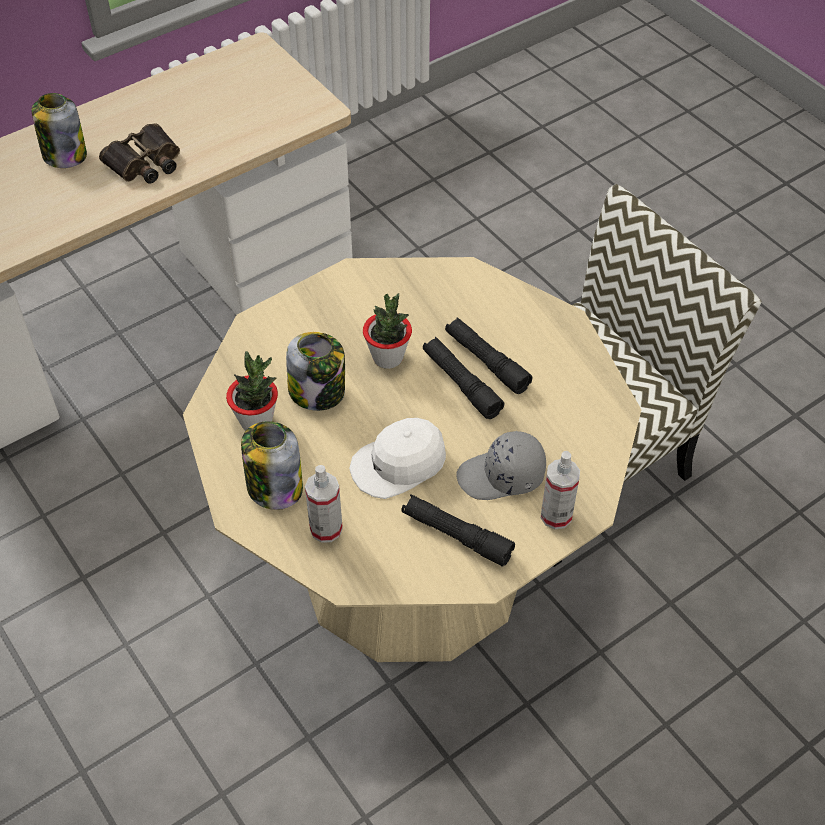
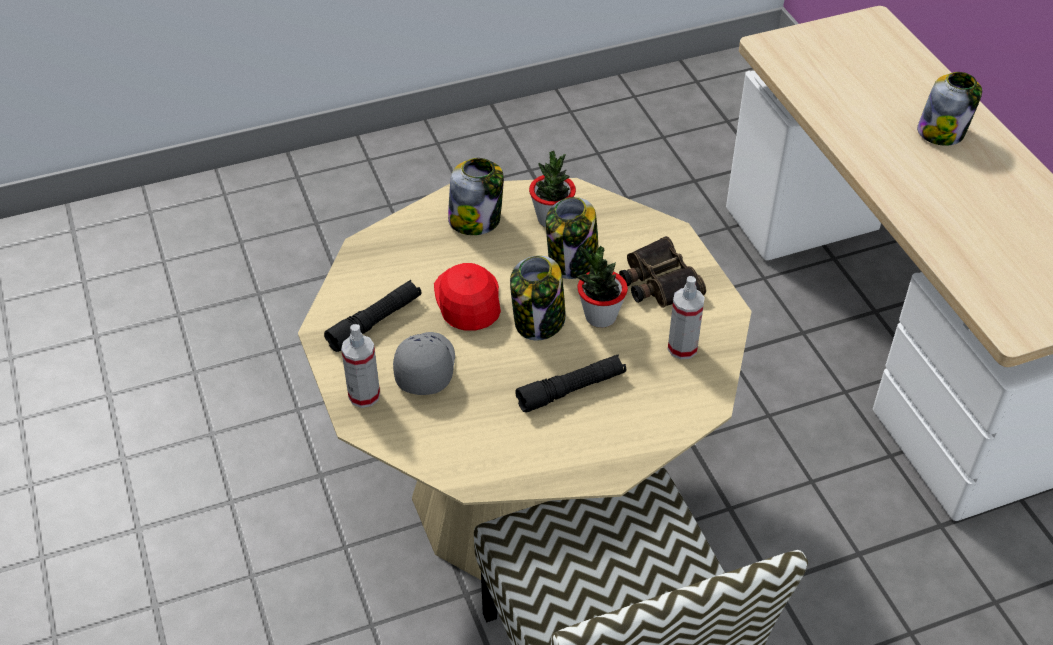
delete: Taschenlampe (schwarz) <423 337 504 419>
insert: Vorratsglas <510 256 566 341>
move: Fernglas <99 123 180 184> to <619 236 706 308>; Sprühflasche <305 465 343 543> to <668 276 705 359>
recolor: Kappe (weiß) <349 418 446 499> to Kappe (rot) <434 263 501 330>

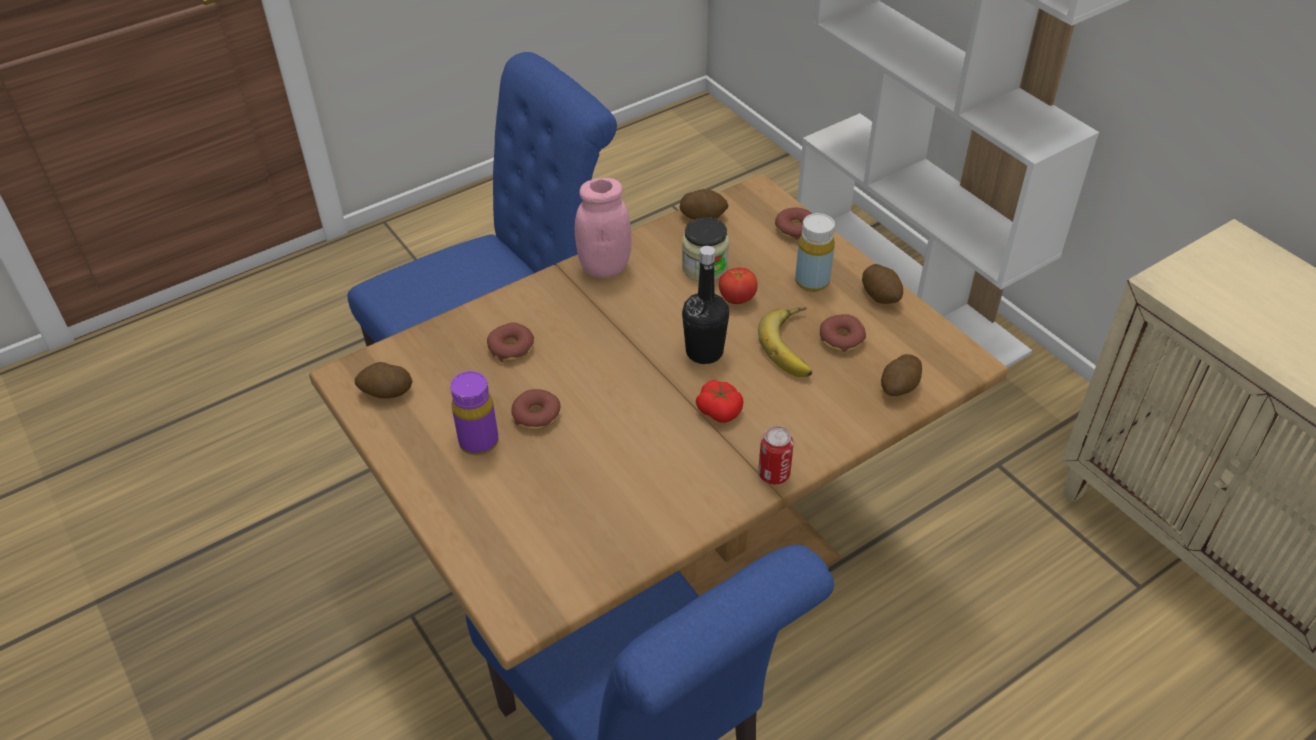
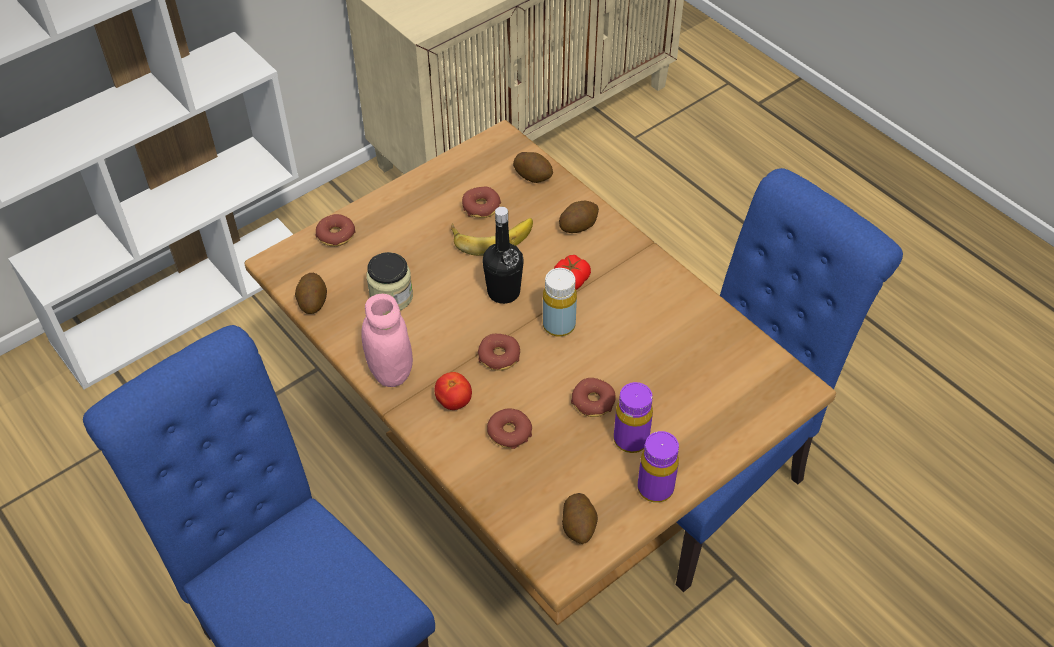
delete: Dose <758 426 793 484>
insert: Donut <477 334 520 371>; Flasche (lila) <638 431 679 503>
move: Tomate <719 268 758 304> to <434 372 472 410>; Flasche (gelb) <795 213 835 292> to <543 268 577 337>; Kartoffel <862 264 903 304> to <559 201 599 233>

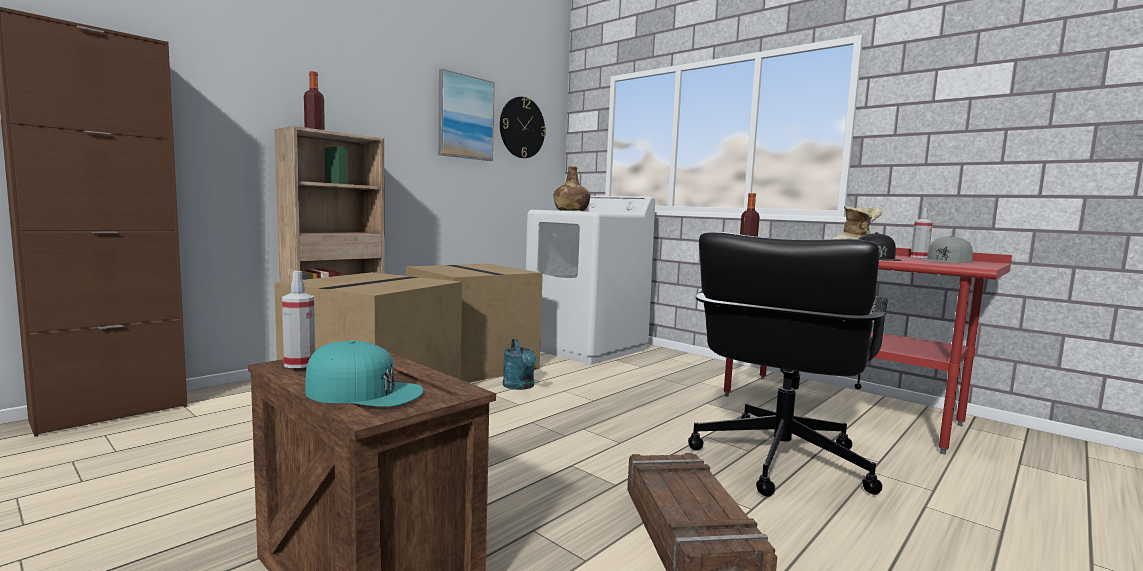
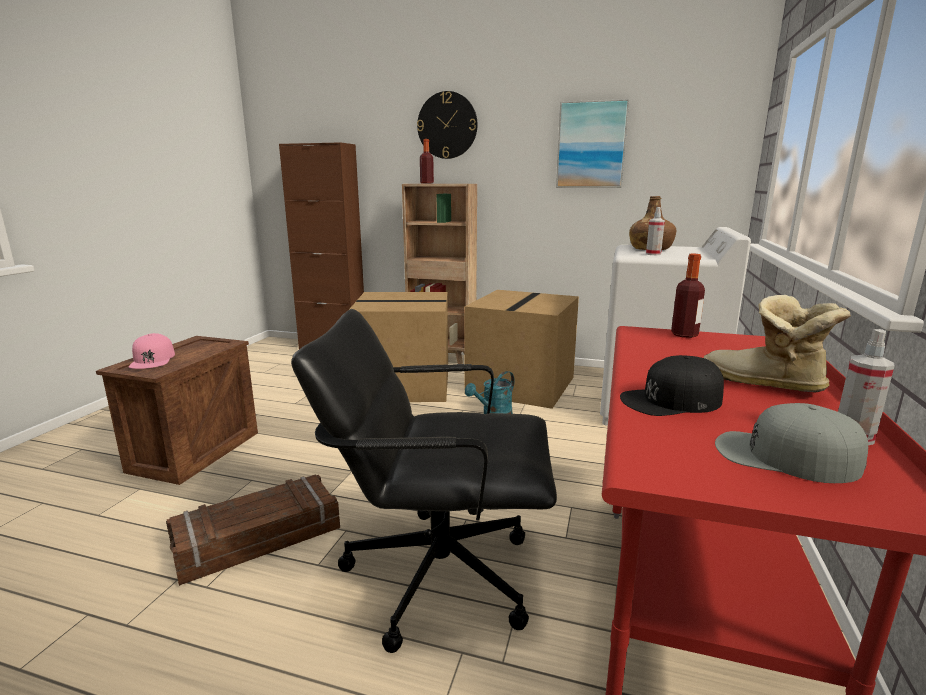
move: Wanduhr <500 97 546 158> to <417 91 478 159>; Sprühflasche <282 271 315 368> to <646 207 665 255>
recolor: Kappe (türkis) <305 340 423 407> to Kappe (rosa) <129 333 175 369>

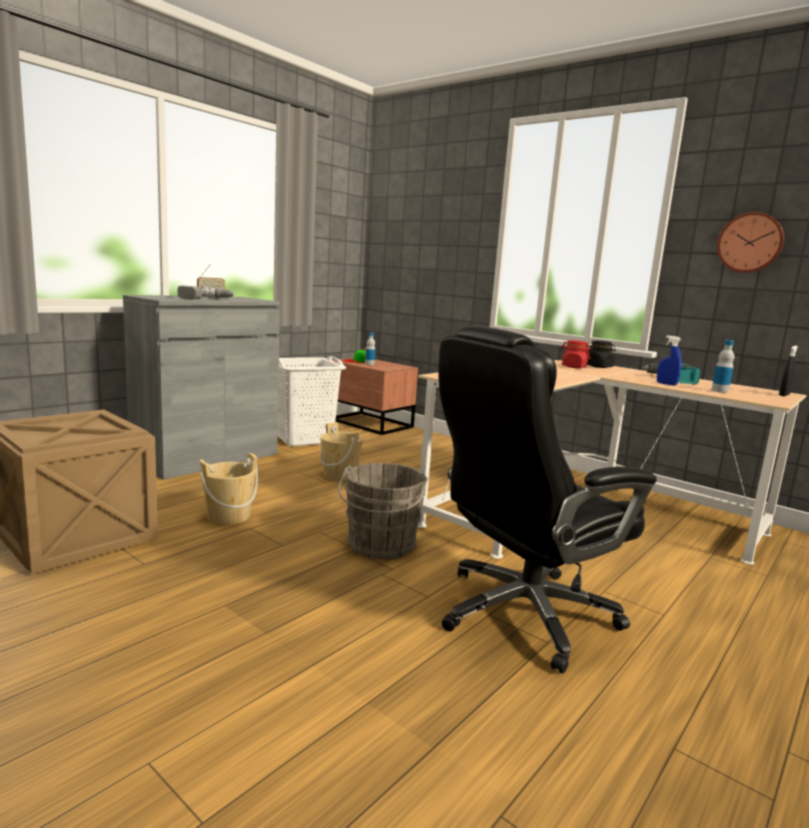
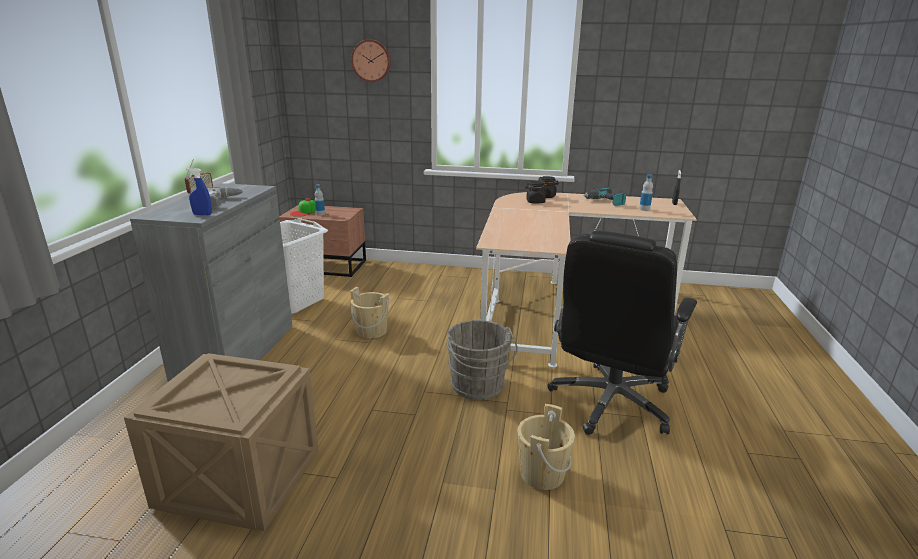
move: Sprühflasche (blau) <657 335 682 385> to <186 168 212 215>; Wanduhr <717 212 784 273> to <351 40 391 82>; Eimer (beige) <200 453 258 525> to <518 404 575 490>
recolor: Vorratsglas (rot) <562 340 591 368> to Vorratsglas (schwarz) <525 181 547 204>

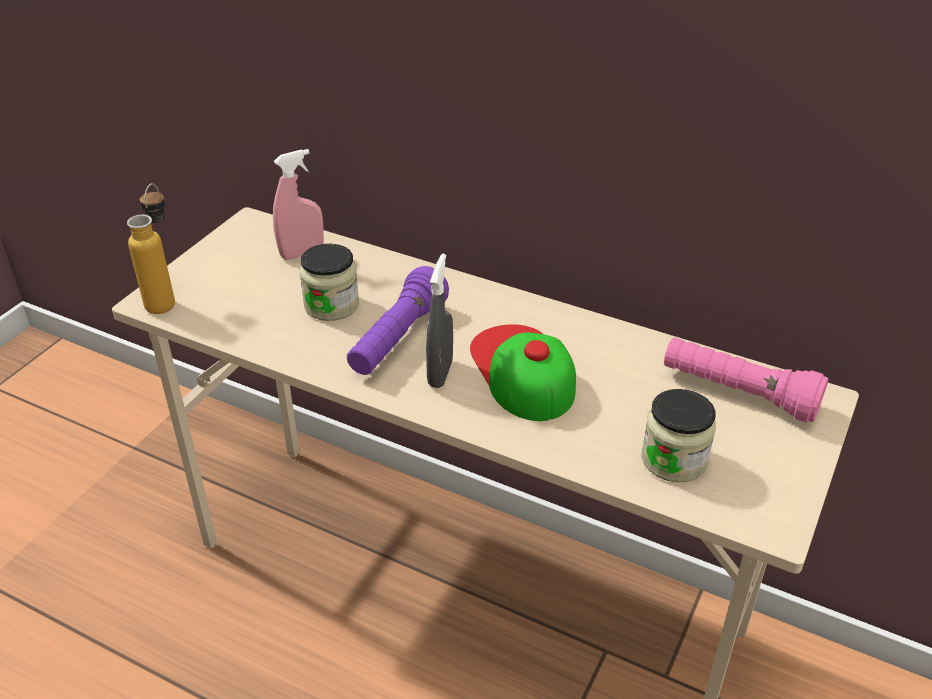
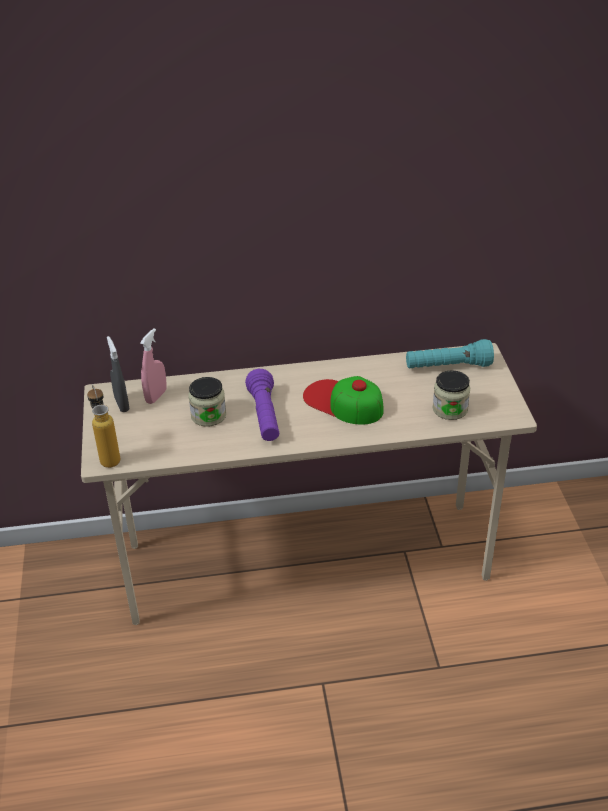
move: Sprühflasche (grau) <426 254 453 388> to <107 336 130 412>
recolor: Taschenlampe (rosa) <664 337 828 423> to Taschenlampe (türkis) <406 339 494 368>

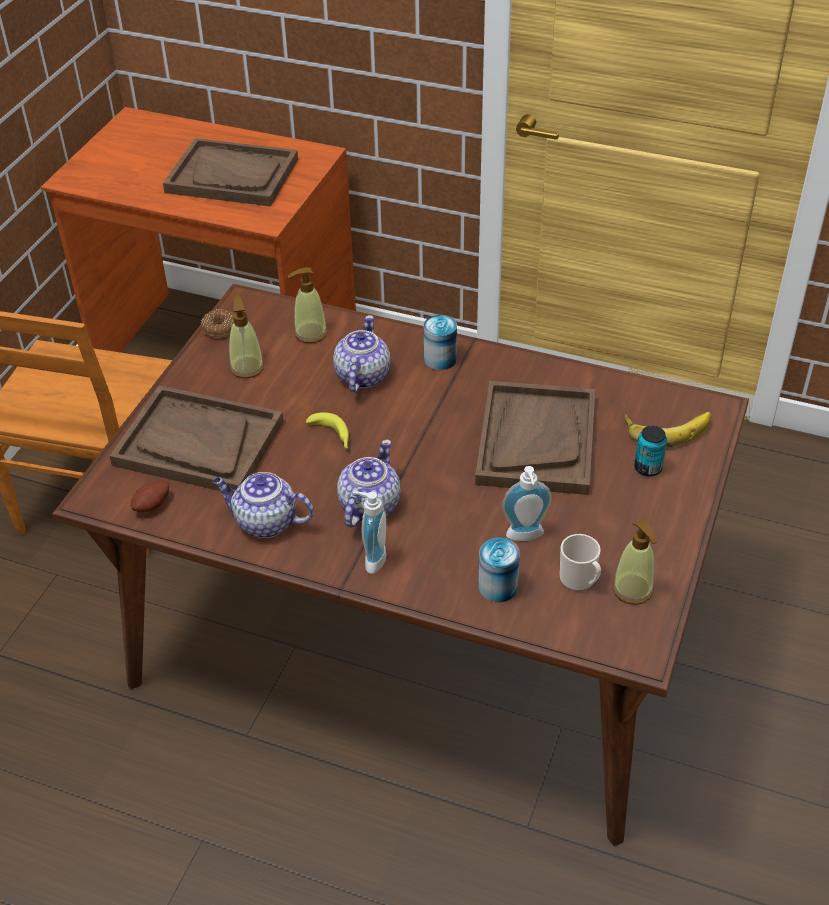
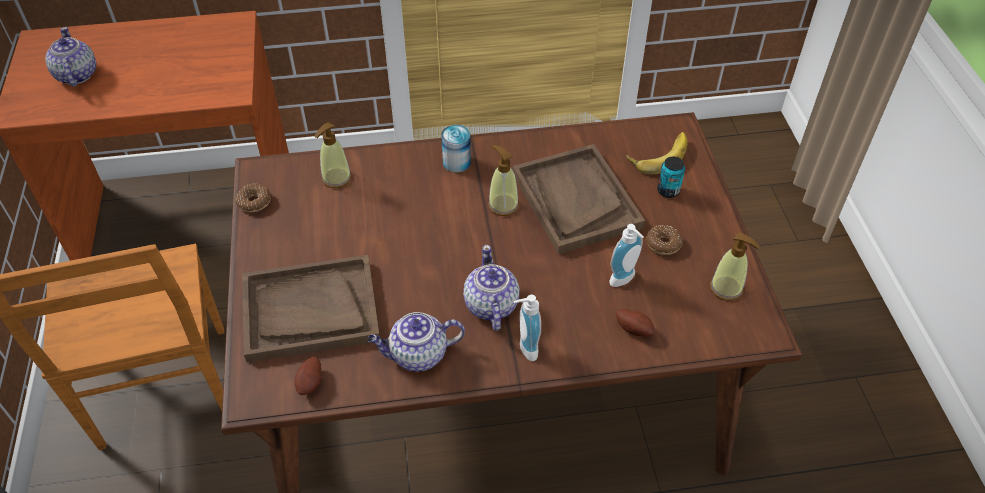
delete: Tablett (braun) <163 138 298 207>; Banane <306 412 349 449>; Henkelbecher <560 534 601 591>
insert: Donut <646 225 683 255>
move: Teekanne <333 315 391 393> to <45 27 96 87>; Seifenspender <229 295 264 378> to <488 145 519 216>
replace: Dose <478 538 520 603> to Kartoffel <616 309 654 336>

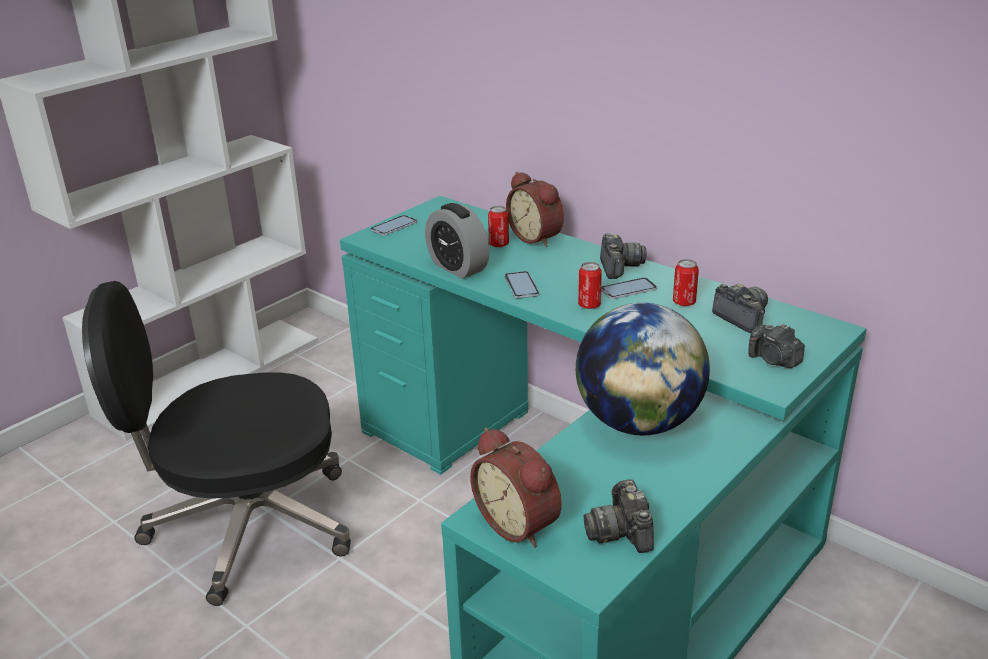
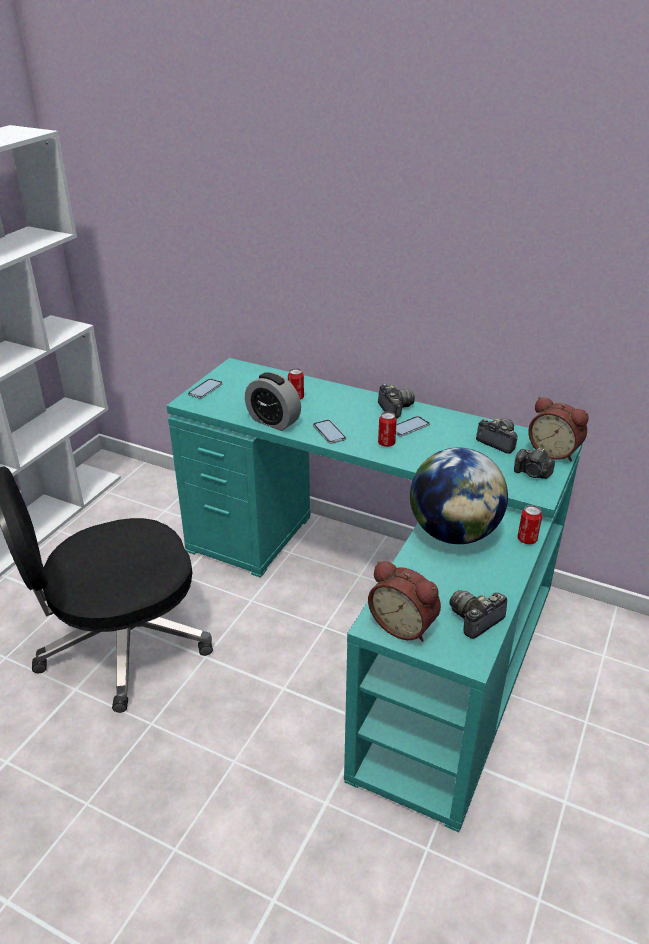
move: Dose <673 259 699 306> to <518 505 542 544>; Wecker <506 172 564 247> to <528 397 589 462>
rotate: Kamera <584 479 654 553> = <450 590 507 639> 75 degrees clockwise

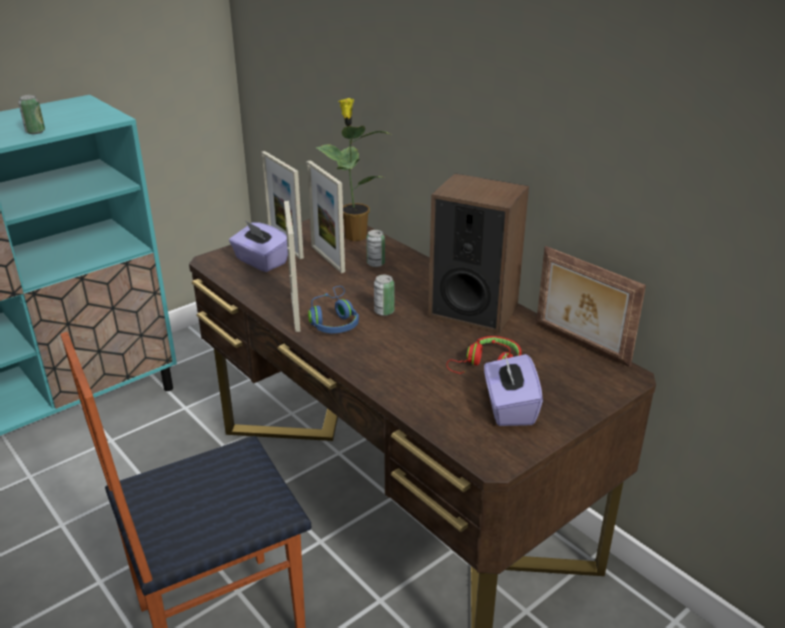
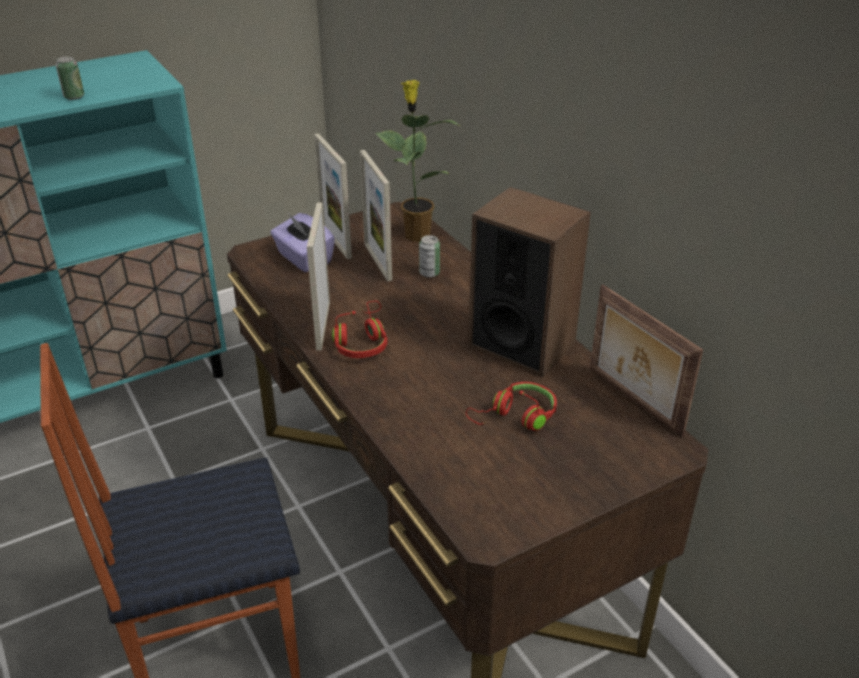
delete: Dose <374 275 394 316>; Taschentuchbox (lila) <484 353 543 426>
recolor: Kopfhörer (blau) <308 286 359 333> to Kopfhörer (rot) <333 301 387 358>

